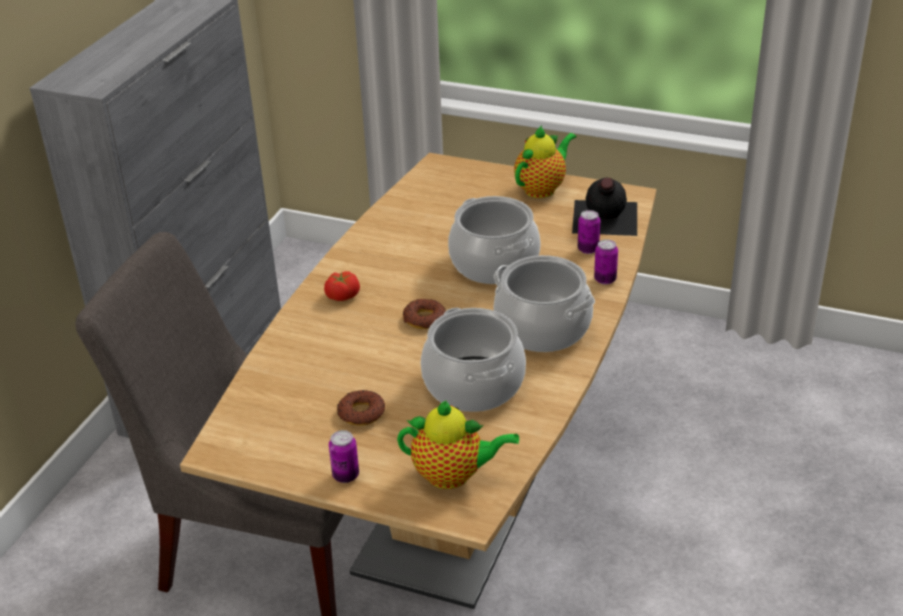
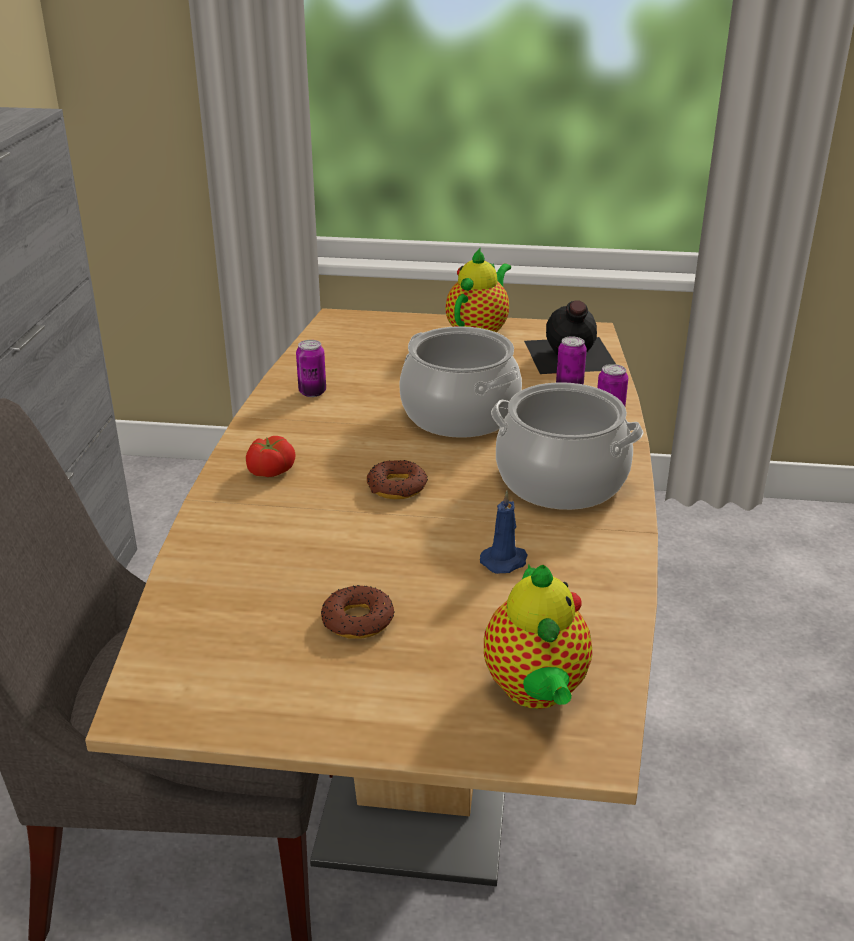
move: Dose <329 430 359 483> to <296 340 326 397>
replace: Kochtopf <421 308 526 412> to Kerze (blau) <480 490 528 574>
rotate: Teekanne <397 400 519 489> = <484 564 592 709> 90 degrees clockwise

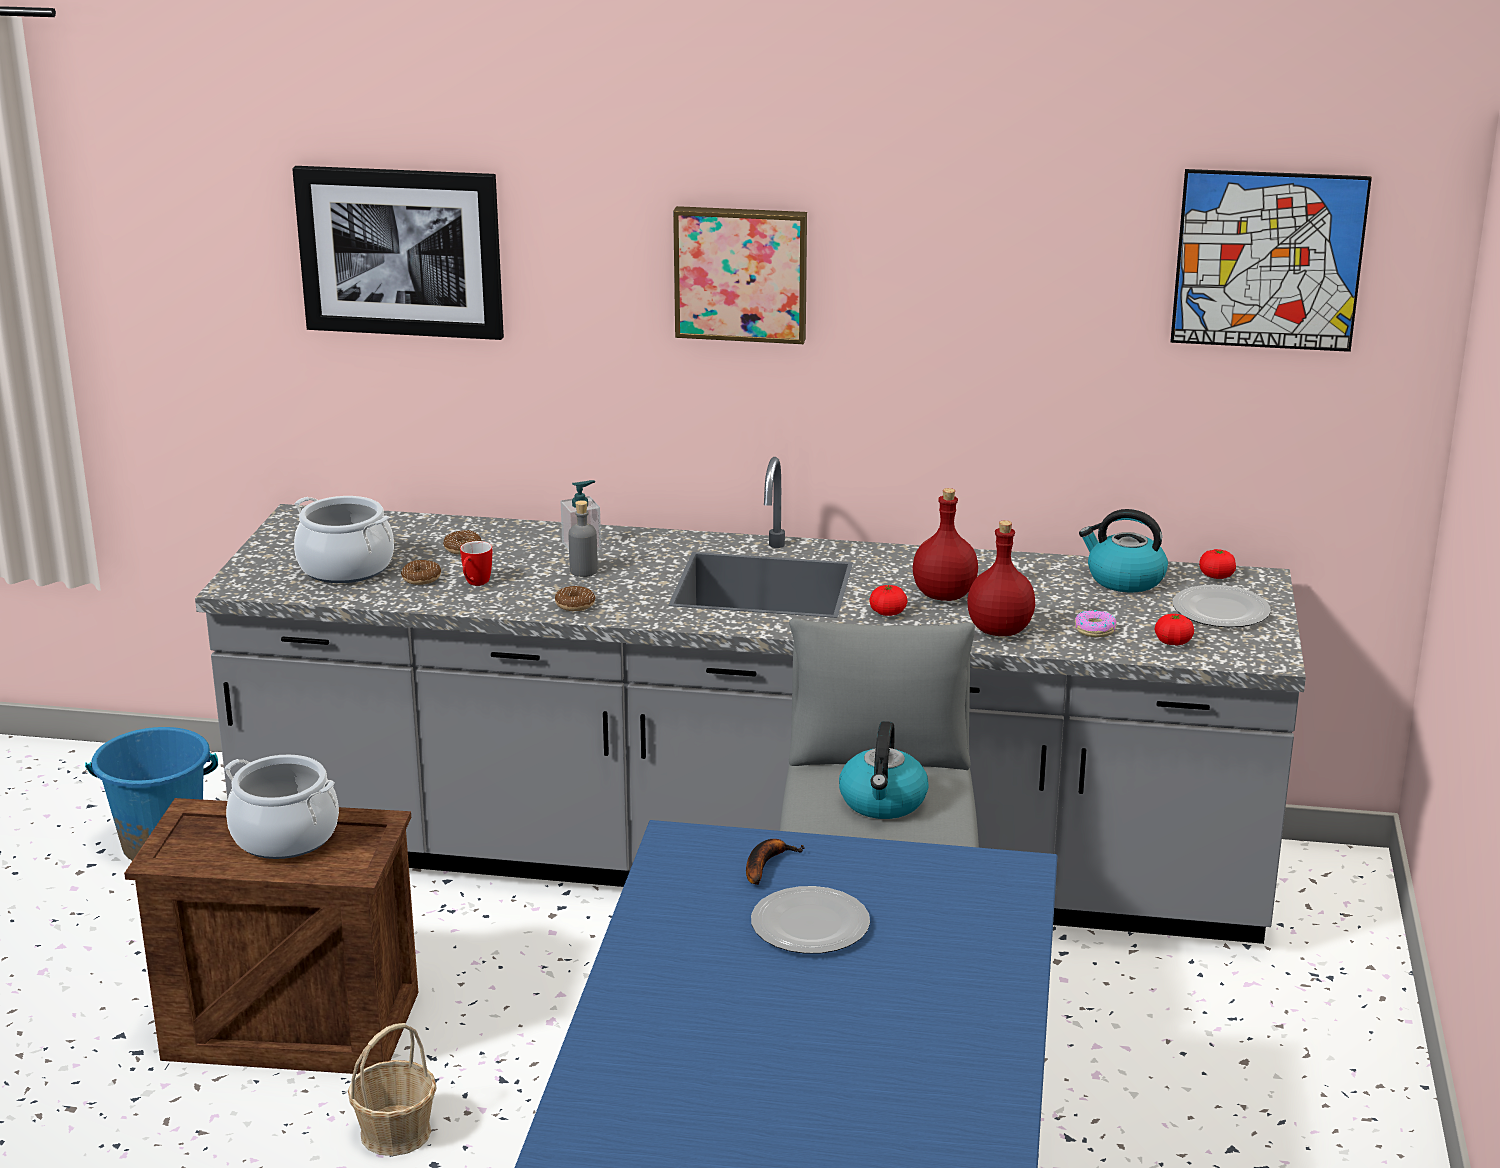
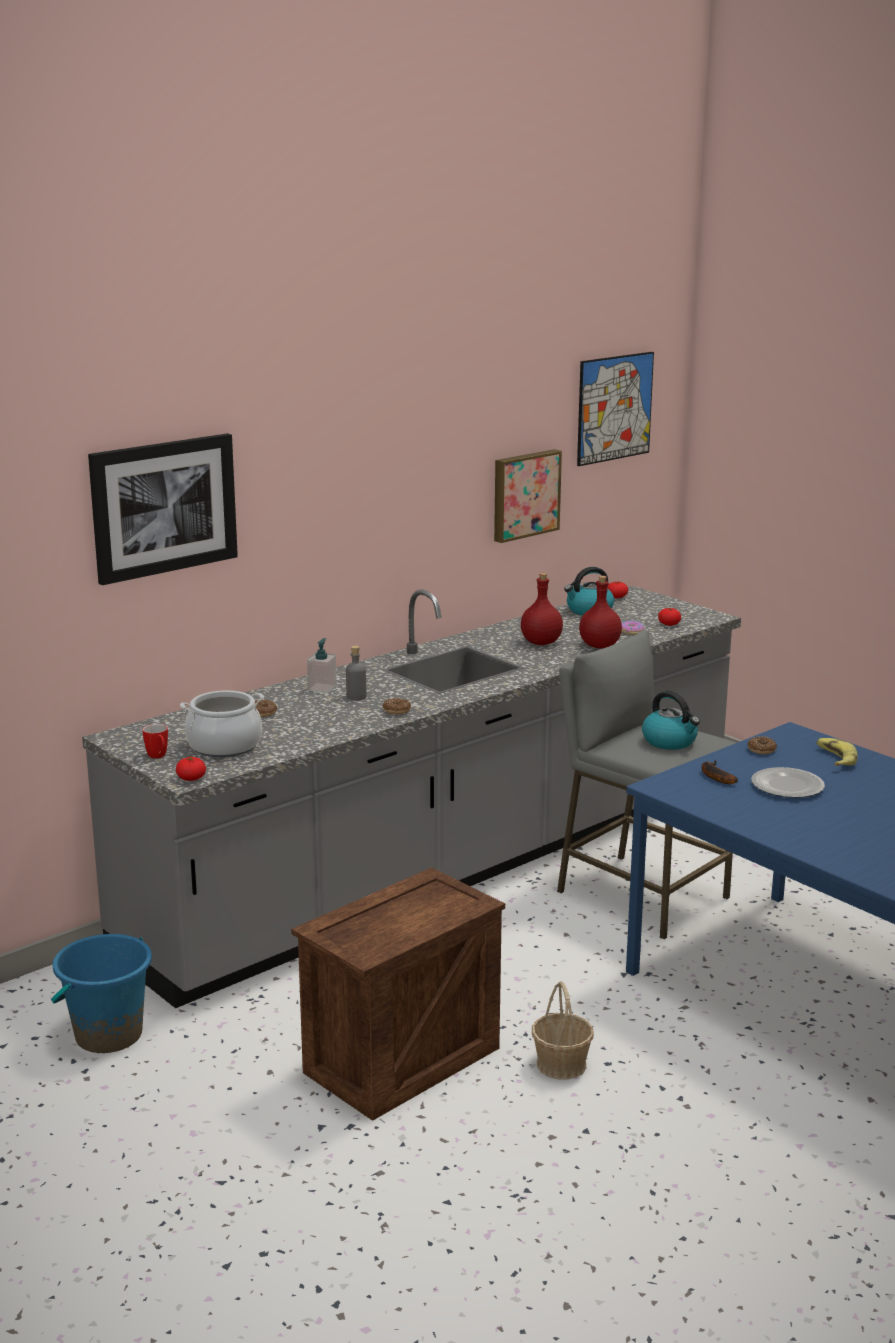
delete: Kochtopf <224 755 339 859>; Teller <1173 585 1271 627>
insert: Banane <816 738 858 766>
move: Henkelbecher <460 541 492 586> to <142 724 168 759>; Tomate <869 585 907 616> to <176 757 206 781>; Bild <673 206 807 344> to <494 449 562 543>; Donut <401 560 441 585> to <747 736 777 754>

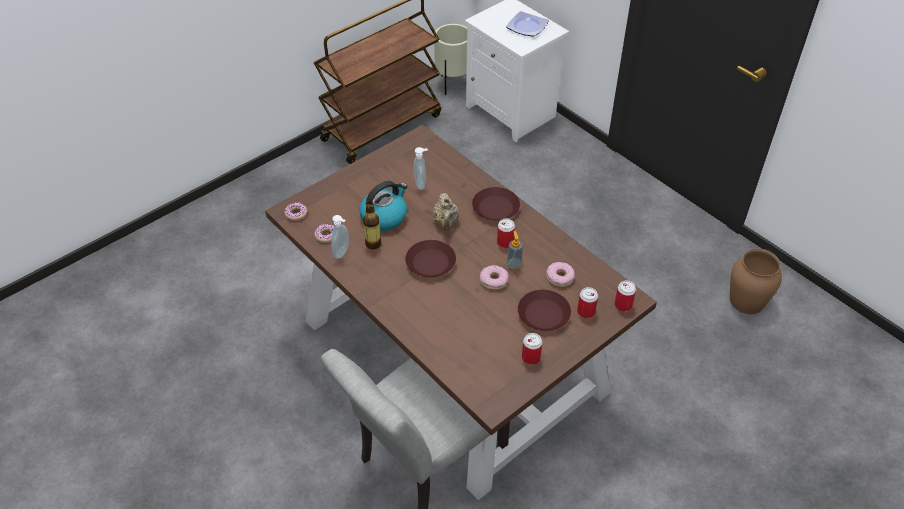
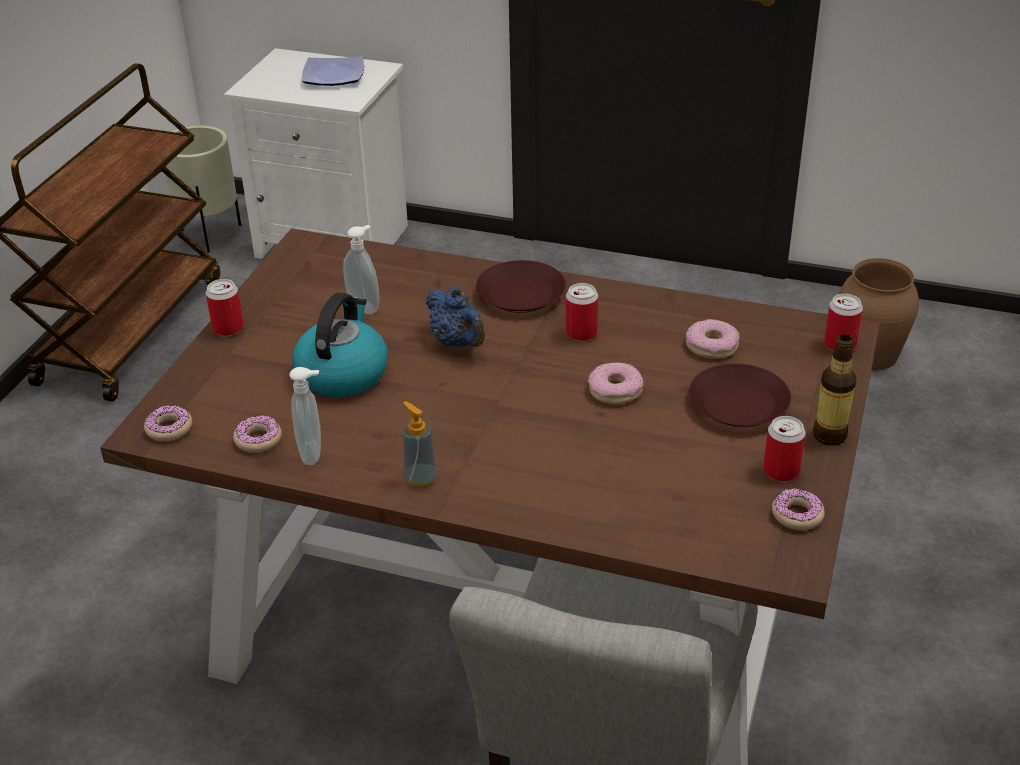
delete: Teller (braun) <405 240 456 278>
insert: Donut <772 488 825 530>
move: Dose <577 287 598 318> to <206 279 244 336>; Seifenspender <506 231 523 270> to <403 401 438 488>; Flasche <363 201 381 249> to <813 334 856 446>
recolor: Teekanne (beige) <433 193 459 231> to Teekanne (blau) <426 286 485 347>

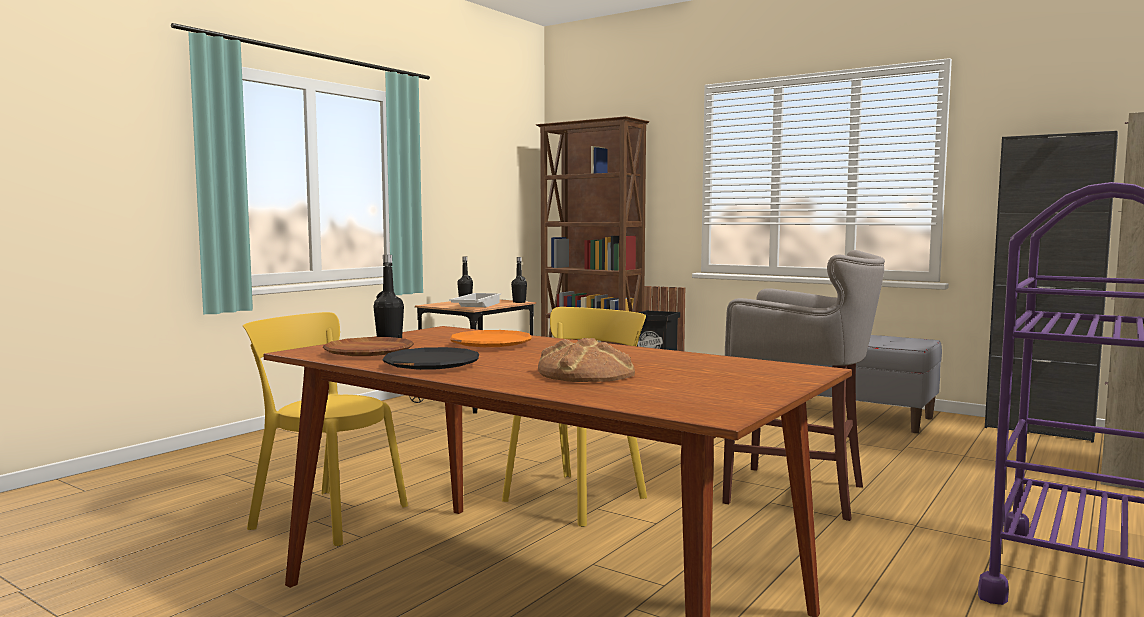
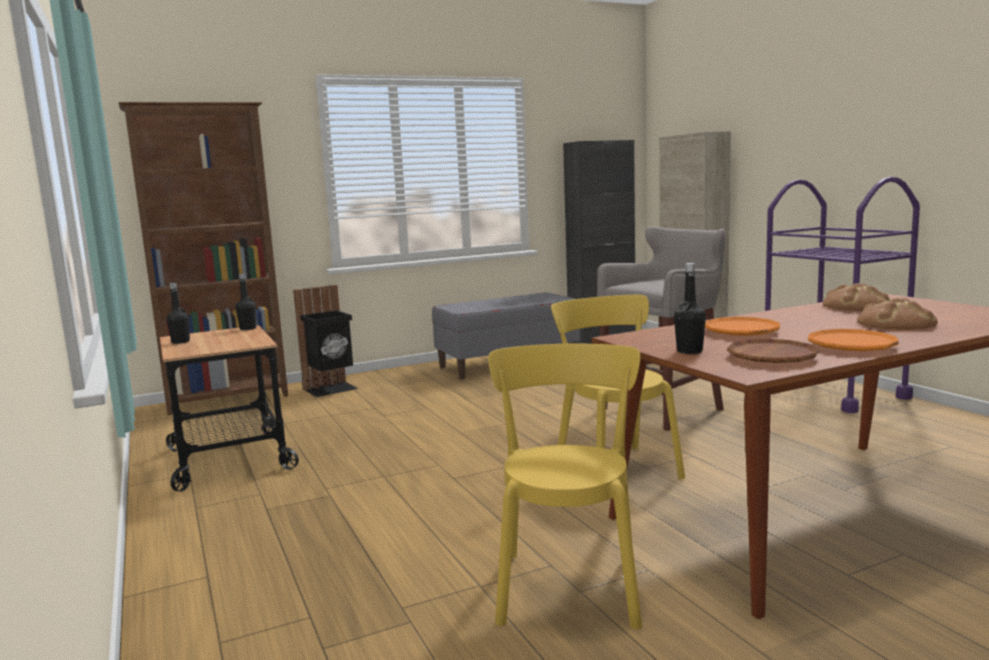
delete: Tablett (weiß) <449 293 501 307>
insert: Brot <823 283 891 311>
recolor: Teller (schwarz) <382 347 479 370> to Teller (orange) <808 329 899 351>
rotate: Stuhl (gelb) <243 312 408 546> = <488 344 642 629> 135 degrees clockwise

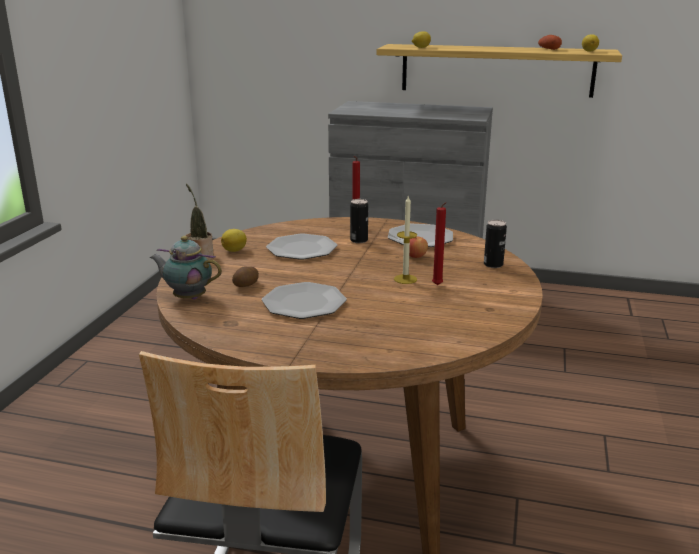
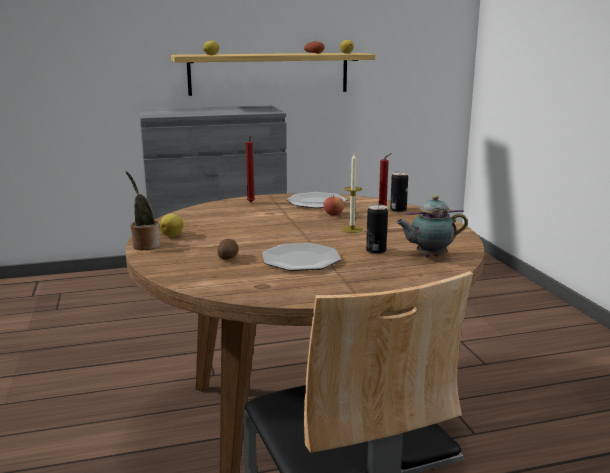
delete: Teller <266 233 337 260>
move: Dose <350 199 368 243> to <366 204 388 254>; Teekanne <150 236 222 300> to <396 195 468 257>

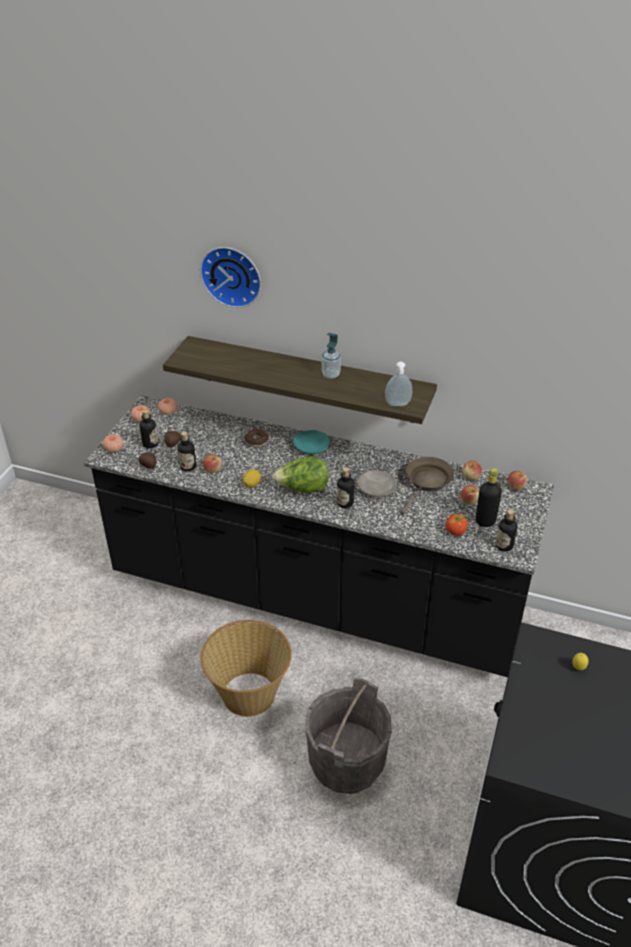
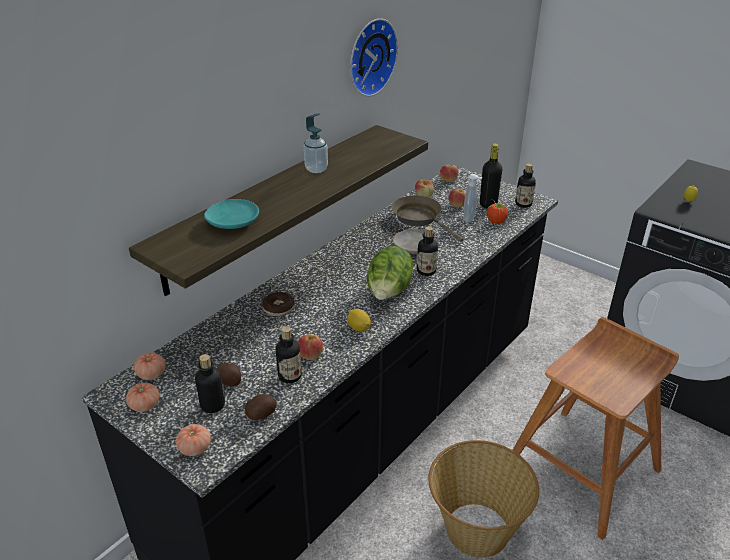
move: Teller (türkis) <293 430 330 454> to <204 199 259 229>; Wanduhr <200 247 261 308> to <350 18 398 97>; Seifenspender <385 362 412 406> to <464 174 482 223>
replace: Eimer (grau) <305 678 392 794> to Hocker (braun) <513 317 679 540>

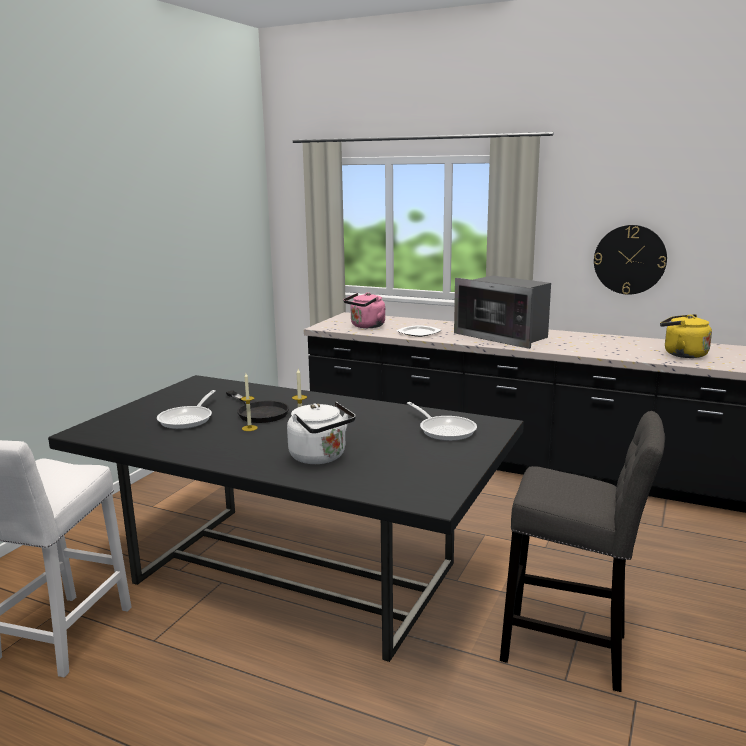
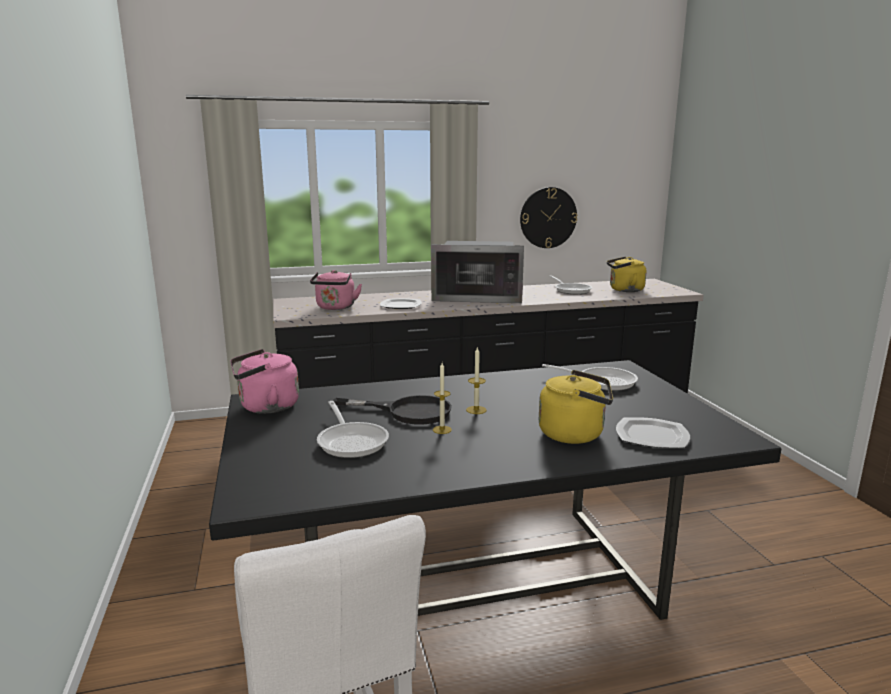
delete: Hocker (grau) <500 411 665 692>
insert: Wasserkessel (rosa) <230 349 299 414>; Pfanne <549 275 592 294>; Teller <616 417 690 448>
recolor: Wasserkessel (weiß) <287 402 356 464> to Wasserkessel (gelb) <539 370 613 444>

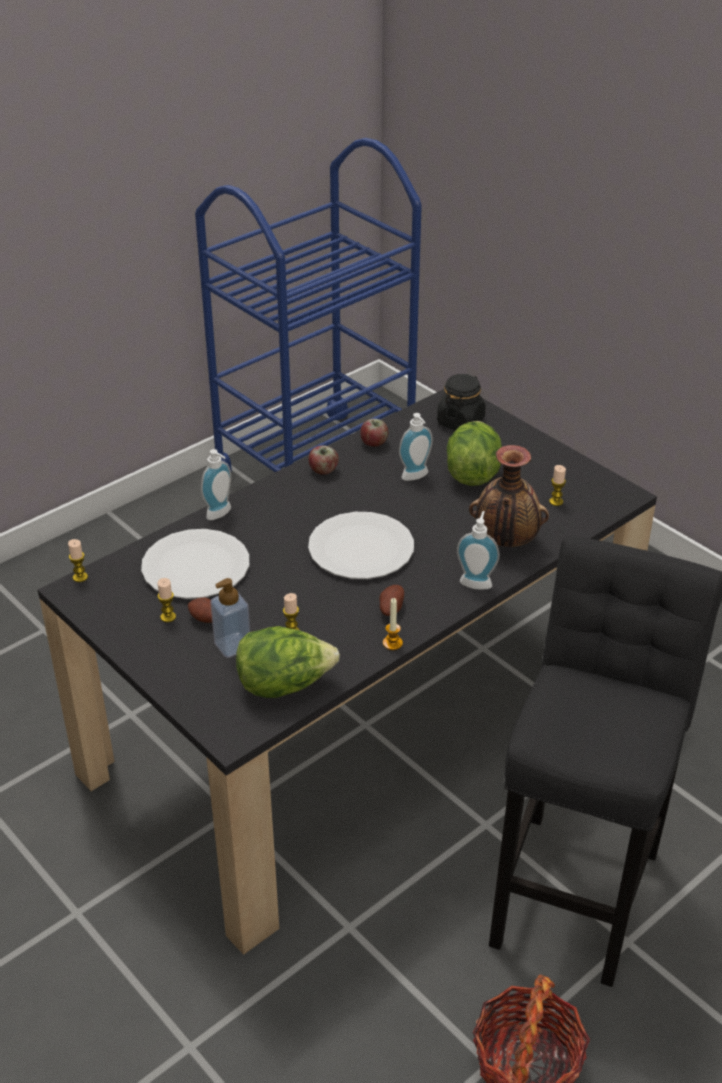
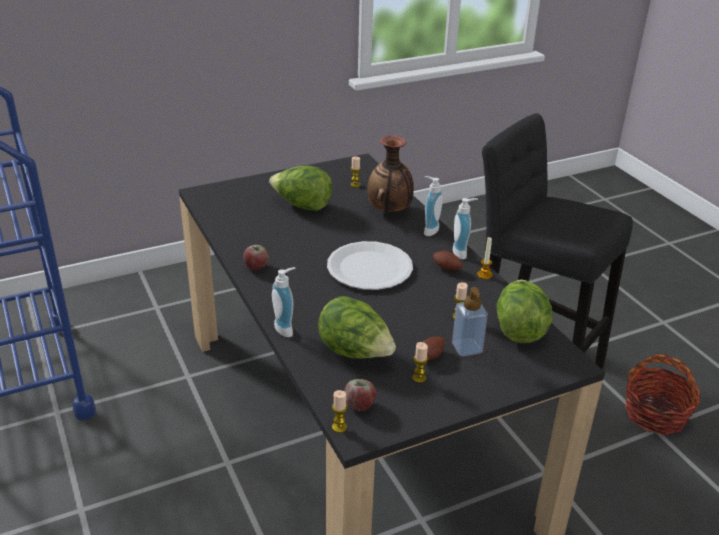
delete: Vorratsglas (schwarz) <437 374 486 430>
move: Apfel <360 419 389 447> to <344 379 376 411>; Seifenspender <399 413 433 481> to <453 198 478 259>
replace: Teller (weiß) <141 529 249 599> to Salatkopf <318 296 396 359>

